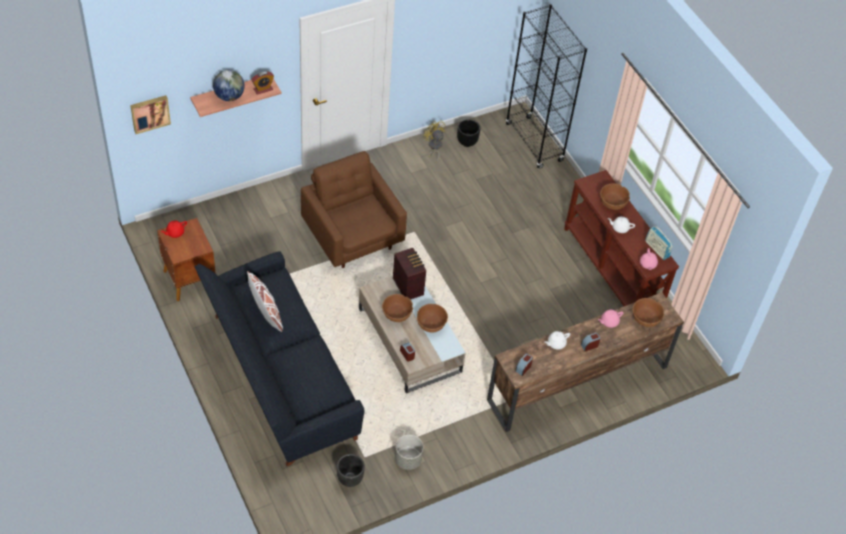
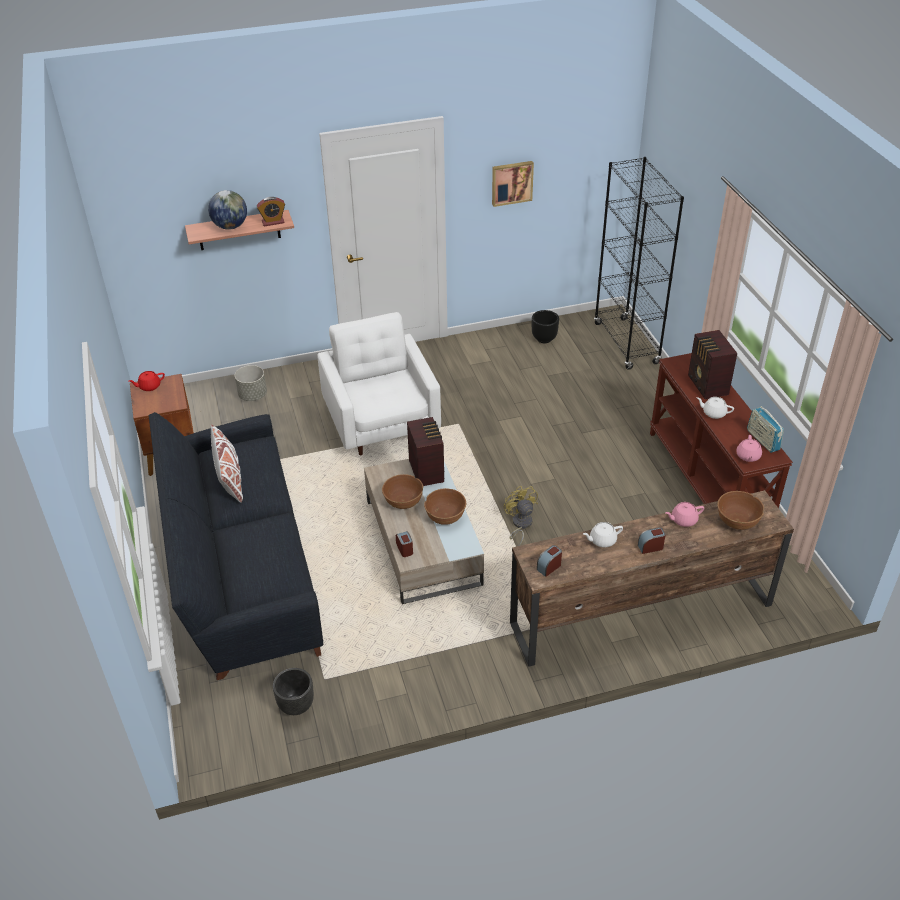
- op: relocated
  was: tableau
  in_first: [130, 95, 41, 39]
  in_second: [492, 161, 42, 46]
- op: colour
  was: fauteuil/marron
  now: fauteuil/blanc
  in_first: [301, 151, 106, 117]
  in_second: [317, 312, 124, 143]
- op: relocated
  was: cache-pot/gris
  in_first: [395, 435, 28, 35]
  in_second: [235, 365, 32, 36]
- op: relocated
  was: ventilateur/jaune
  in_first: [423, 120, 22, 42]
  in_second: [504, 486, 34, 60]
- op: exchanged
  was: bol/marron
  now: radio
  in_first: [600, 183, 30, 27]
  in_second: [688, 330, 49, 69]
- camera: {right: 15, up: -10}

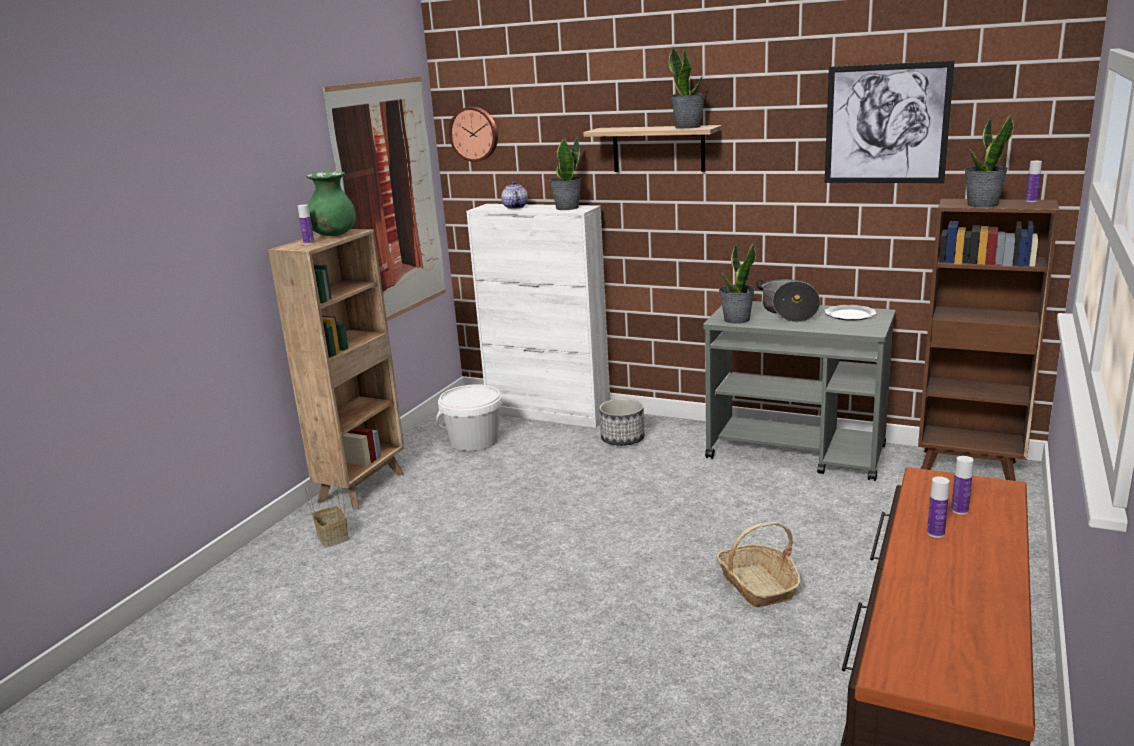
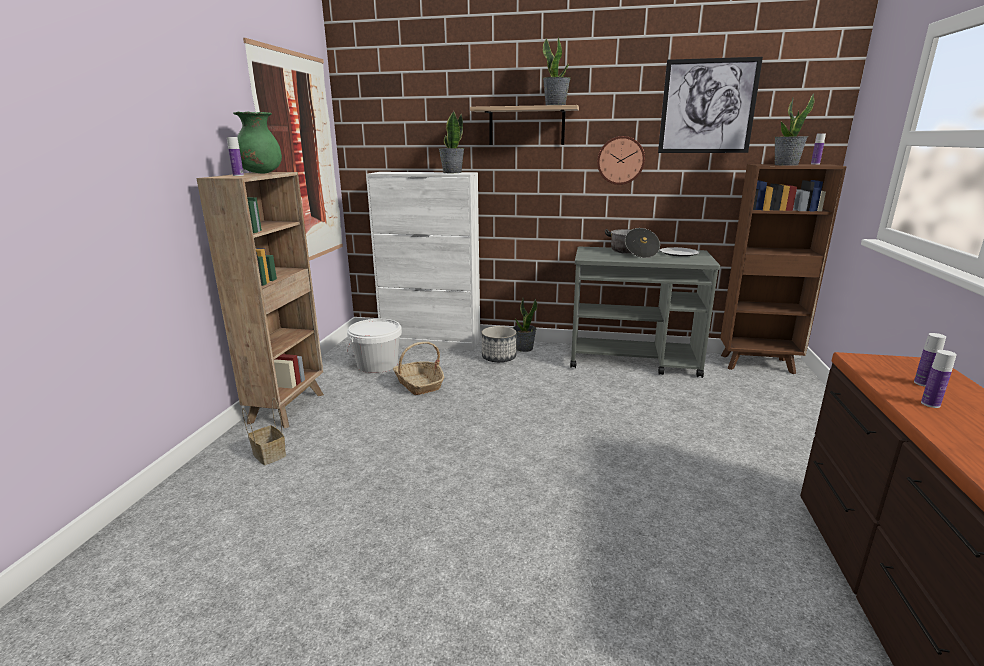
- op: relocated
  was: horloge murale
  in_first: [449, 107, 49, 55]
  in_second: [597, 136, 48, 49]
- op: missing
  was: théière
  in_first: [501, 181, 27, 28]
- op: relocated
  was: panier
  in_first: [716, 522, 85, 85]
  in_second: [393, 342, 51, 53]
- op: relocated
  was: plante en pot
  in_first: [719, 243, 37, 81]
  in_second: [513, 298, 24, 54]
- camera: {right: -15, up: 0}

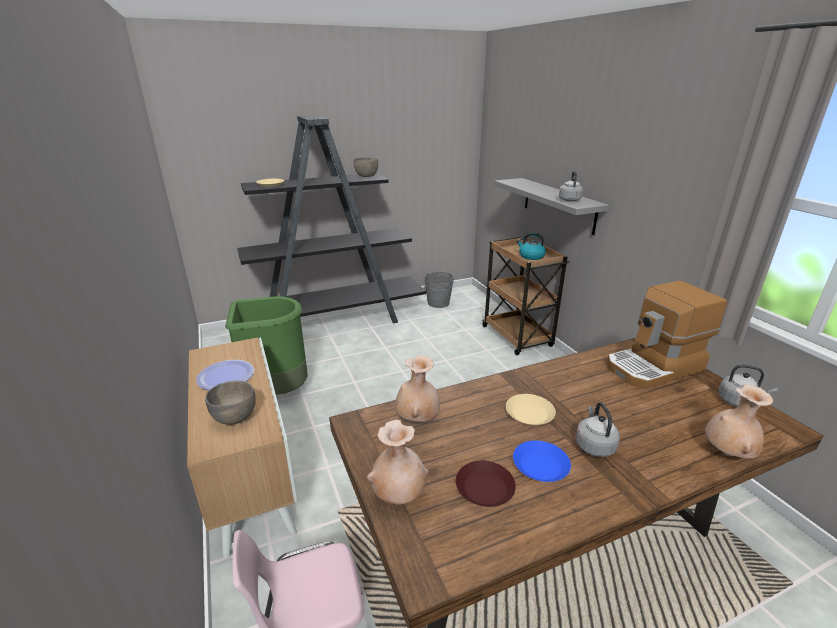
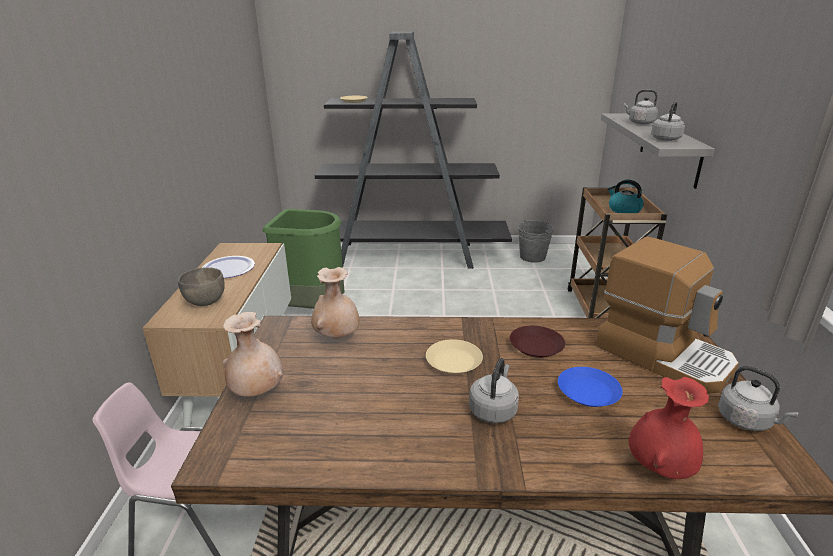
- op: missing
  was: bol/gris
  in_first: [354, 157, 24, 20]
- op: relocated
  was: assiette/marron
  in_first: [456, 461, 60, 46]
  in_second: [510, 326, 55, 32]
- op: relocated
  was: assiette/bleu
  in_first: [513, 440, 58, 42]
  in_second: [558, 367, 65, 40]
- op: spun
  was: machine à café
  in_first: [607, 281, 120, 108]
  in_second: [596, 237, 143, 157]
  clockwise: -135
- op: colour
  was: vase/beige
  now: vase/rouge
  in_first: [705, 384, 68, 75]
  in_second: [628, 377, 81, 102]
- op: appeared
  now: bouilloire/gris
  in_second: [624, 90, 34, 34]
- camera: {right: 25, up: 0}

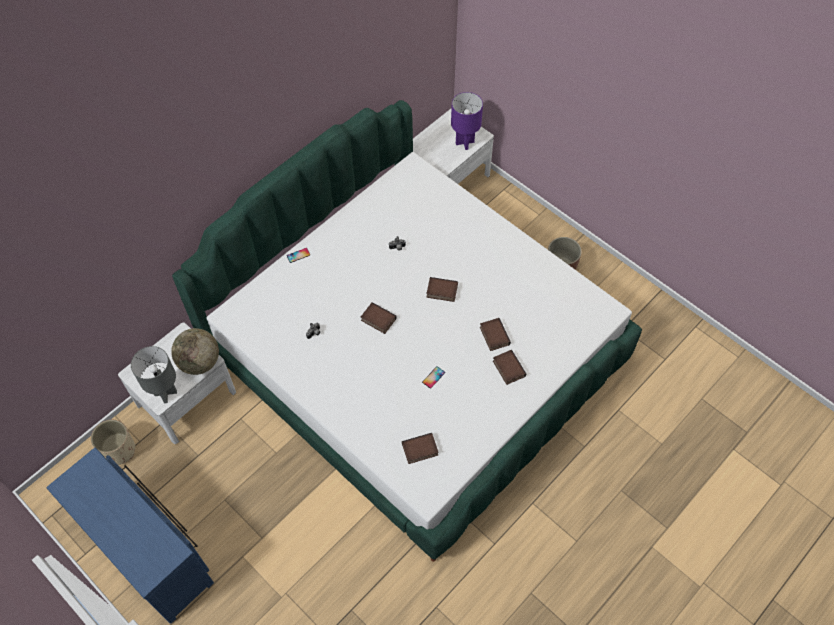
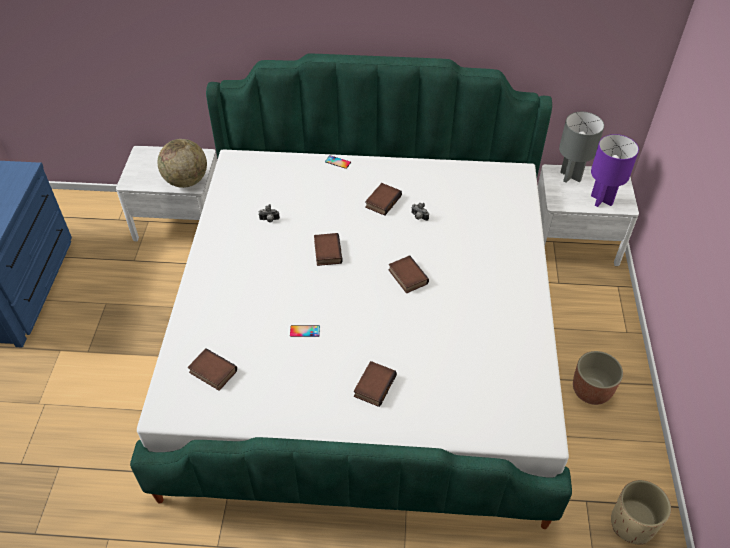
- op: relocated
  was: cache-pot/beige
  in_first: [91, 420, 44, 45]
  in_second: [611, 480, 60, 65]
- op: relocated
  was: lampe de table/gris
  in_first: [131, 346, 46, 57]
  in_second: [559, 112, 45, 71]
- op: relocated
  was: livre
  in_first: [480, 318, 31, 33]
  in_second: [365, 183, 37, 33]
- camera: {right: 50, up: -10}

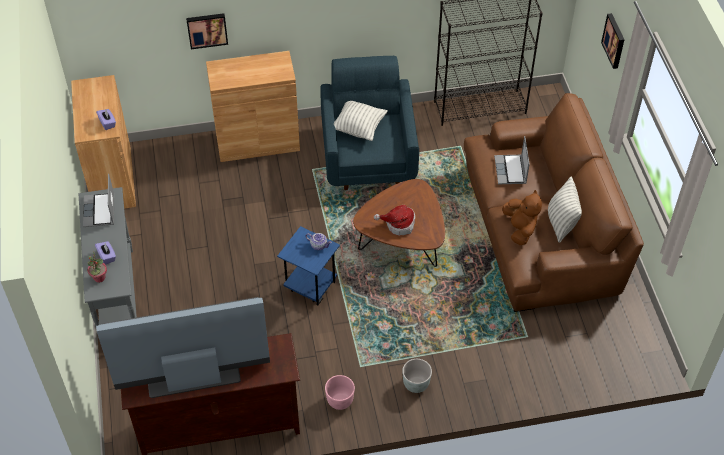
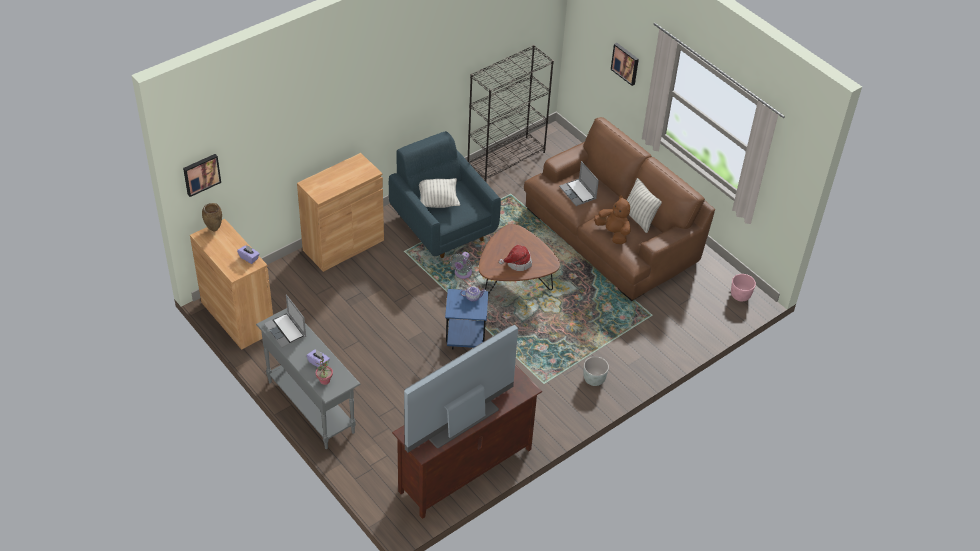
- op: relocated
  was: tableau
  in_first: [186, 13, 42, 36]
  in_second: [183, 154, 38, 43]
- op: relocated
  was: cache-pot/rose
  in_first: [325, 375, 30, 35]
  in_second: [731, 274, 25, 27]
- op: appeared
  now: vase/marron
  in_second: [202, 203, 20, 29]
- op: appeared
  now: ventilateur/gris
  in_second: [449, 252, 23, 27]
- camera: {right: -30, up: -5}

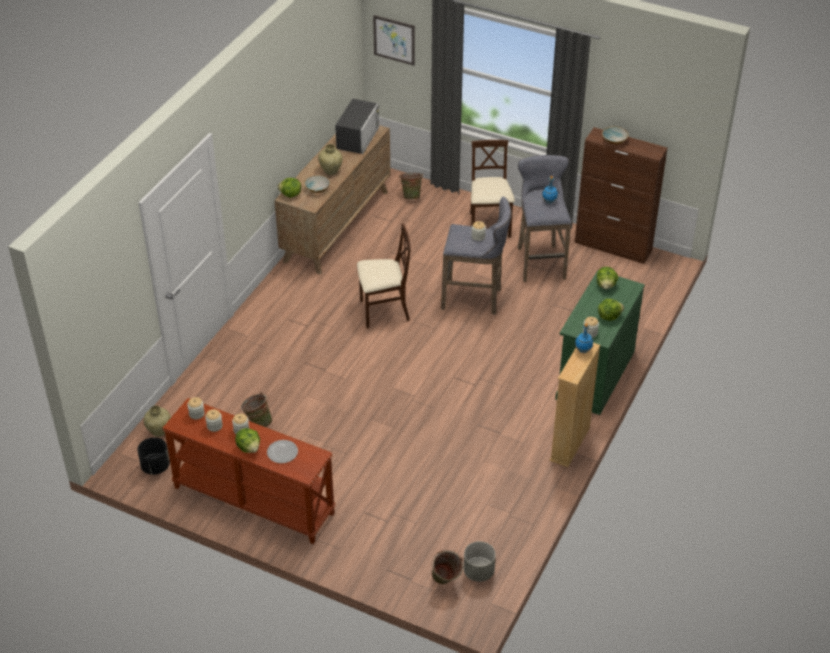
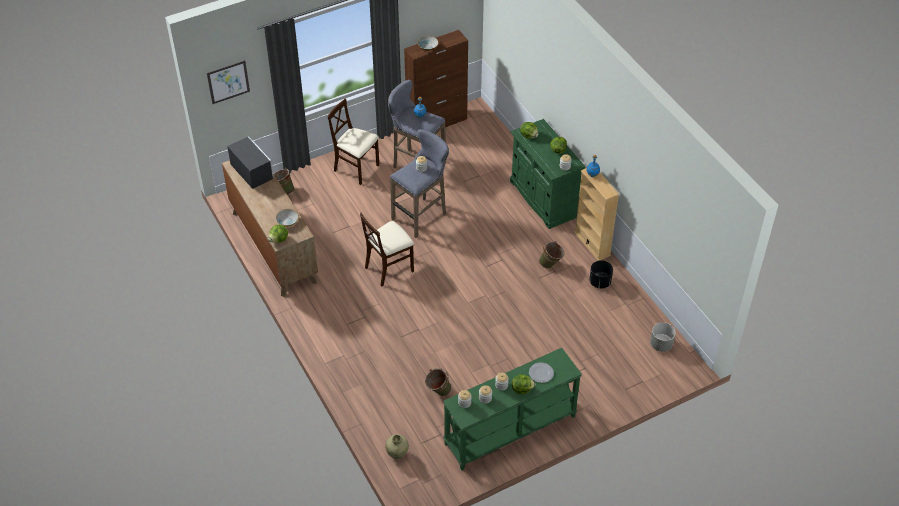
- op: relocated
  was: cache-pot/noir
  in_first: [137, 437, 33, 38]
  in_second: [589, 260, 24, 29]
- op: colour
  was: table console/marron
  now: table console/vert
  in_first: [163, 398, 173, 146]
  in_second: [443, 348, 139, 122]
- op: missing
  was: vase/beige
  in_first: [318, 144, 25, 31]
- op: spun
  was: chaise/beige
  in_first: [357, 223, 54, 105]
  in_second: [360, 213, 54, 73]
  clockwise: -150
- op: relocated
  was: seau/vert
  in_first: [431, 550, 32, 35]
  in_second: [539, 241, 25, 28]
- camera: {right: -55, up: 5}

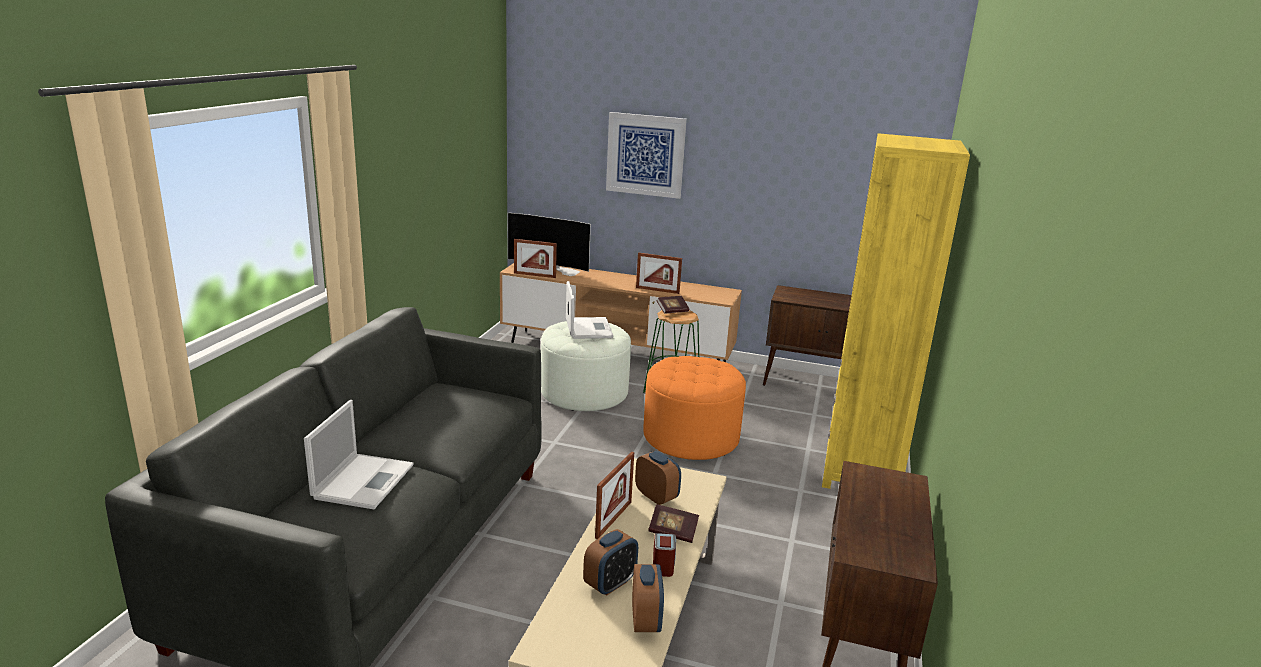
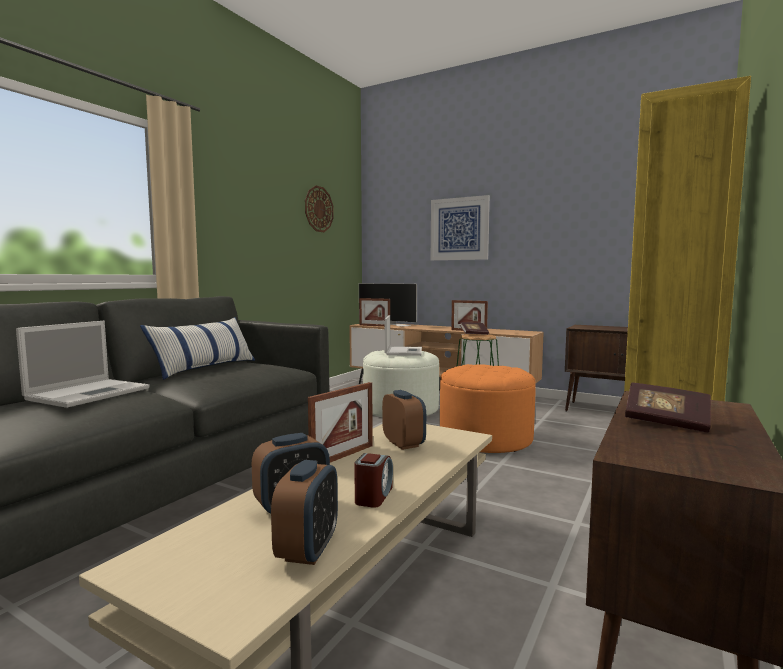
- op: relocated
  was: livre
  in_first: [648, 504, 51, 39]
  in_second: [625, 382, 86, 51]
- op: appeared
  now: coussin
  in_second: [140, 317, 115, 63]
- op: appeared
  now: horloge murale
  in_second: [305, 185, 29, 47]
- camera: {right: 15, up: -15}

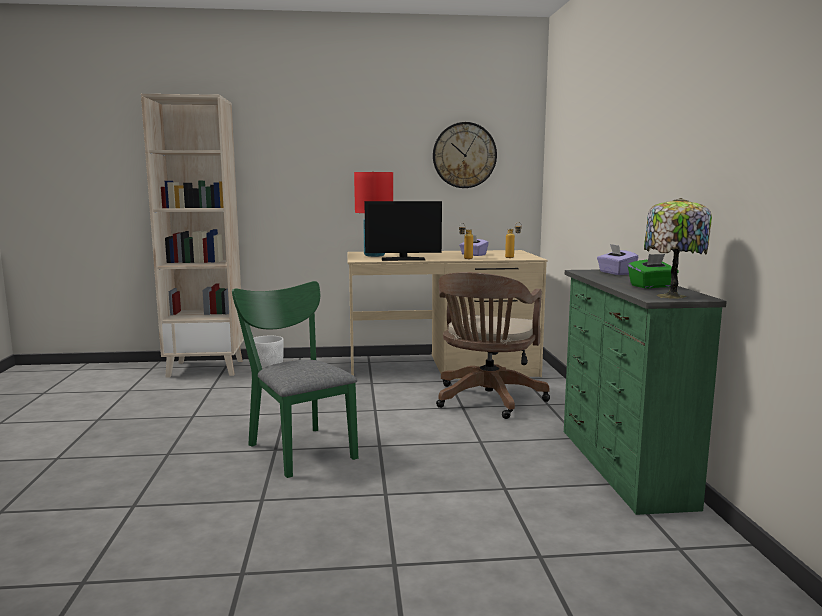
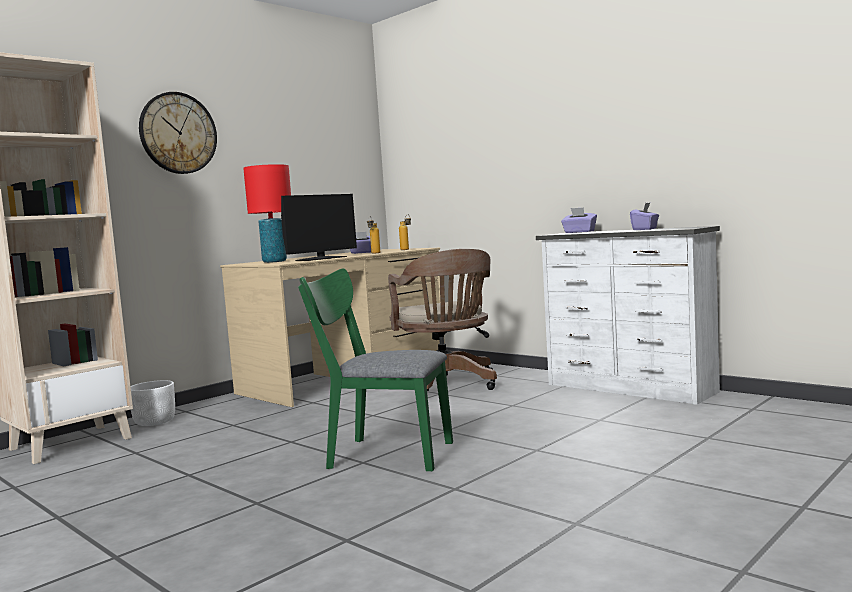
- op: relocated
  was: horloge murale
  in_first: [433, 122, 64, 66]
  in_second: [139, 92, 78, 82]
- op: colour
  was: commode/vert
  now: commode/blanc
  in_first: [564, 270, 163, 245]
  in_second: [536, 226, 184, 179]
- op: colour
  was: boîte à mouchoirs/vert
  now: boîte à mouchoirs/violet
  in_first: [628, 254, 51, 34]
  in_second: [630, 203, 29, 27]
- op: missing
  was: lampe de table
  in_first: [644, 198, 68, 101]
- camera: {right: -40, up: -5}

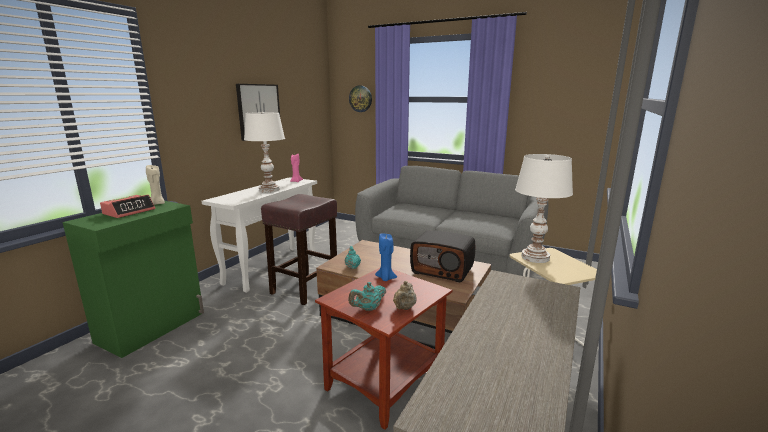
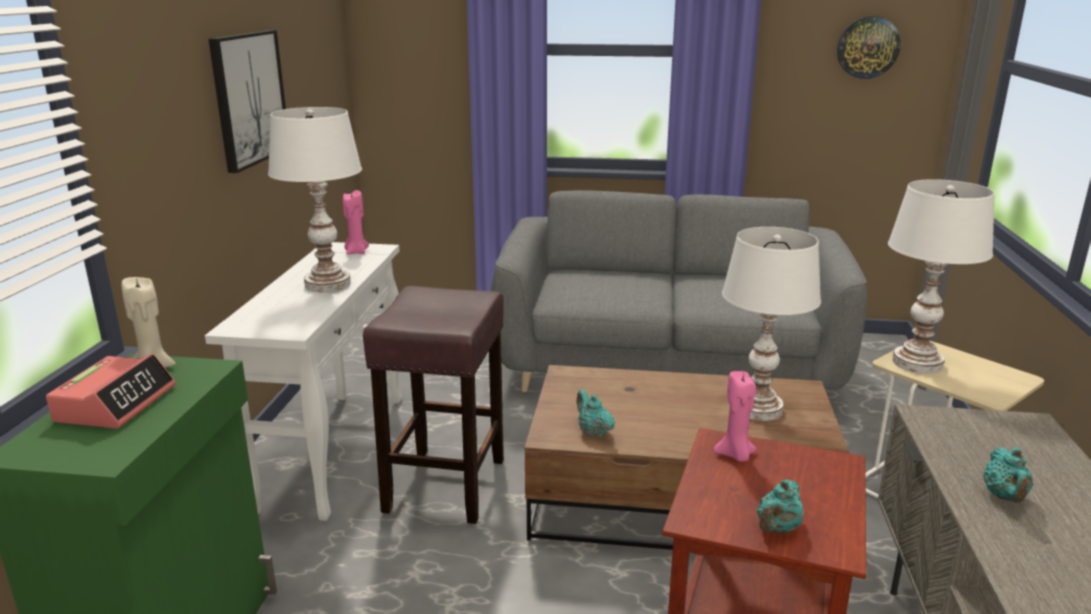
- op: relocated
  was: horloge murale
  in_first: [349, 86, 23, 26]
  in_second: [837, 16, 64, 63]
- op: colour
  was: bougie/bleu
  now: bougie/rose
  in_first: [375, 233, 22, 48]
  in_second: [713, 371, 44, 91]
- op: missing
  was: théière/beige
  in_first: [393, 281, 23, 29]
- op: exchanged
  was: radio
  now: lampe de table/blanc
  in_first: [410, 230, 65, 53]
  in_second: [722, 227, 99, 194]
- op: appeared
  now: théière/turquoise
  in_second: [984, 447, 49, 56]
- camera: {right: -20, up: 5}

